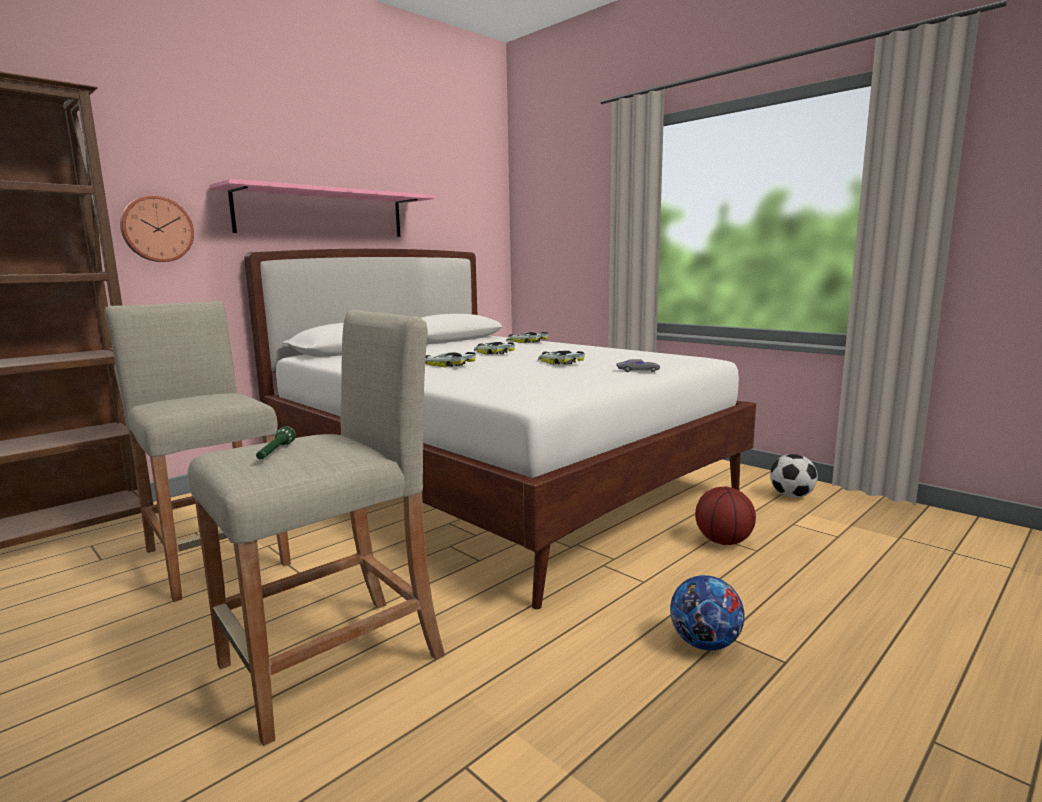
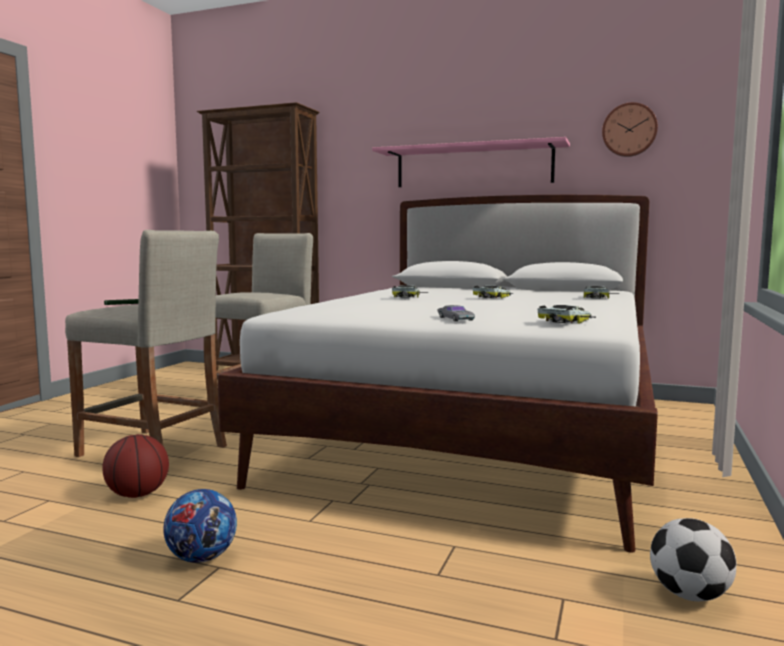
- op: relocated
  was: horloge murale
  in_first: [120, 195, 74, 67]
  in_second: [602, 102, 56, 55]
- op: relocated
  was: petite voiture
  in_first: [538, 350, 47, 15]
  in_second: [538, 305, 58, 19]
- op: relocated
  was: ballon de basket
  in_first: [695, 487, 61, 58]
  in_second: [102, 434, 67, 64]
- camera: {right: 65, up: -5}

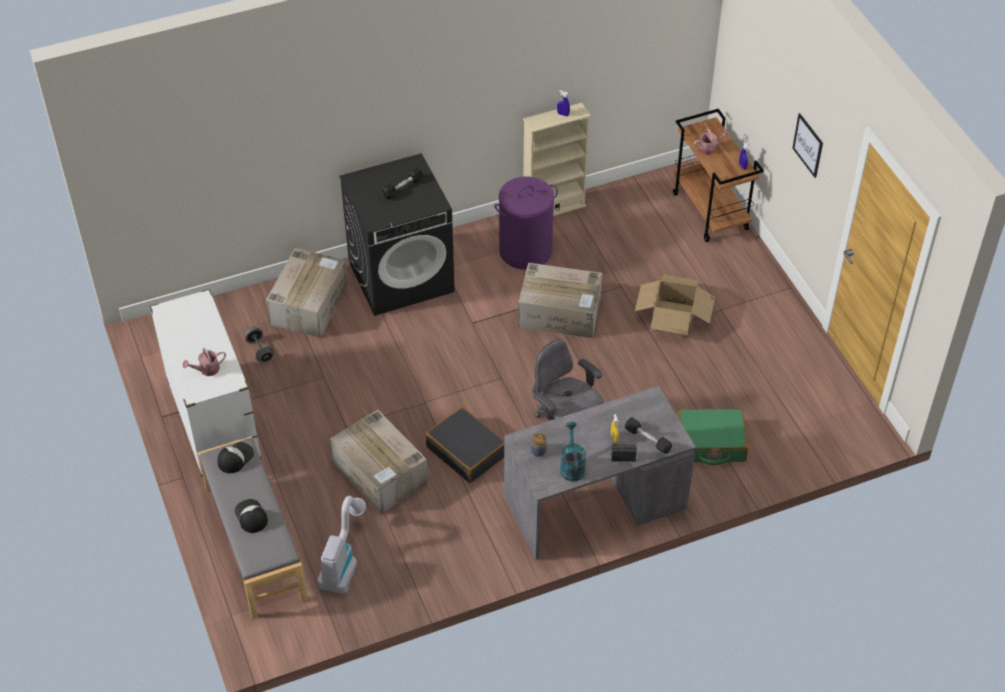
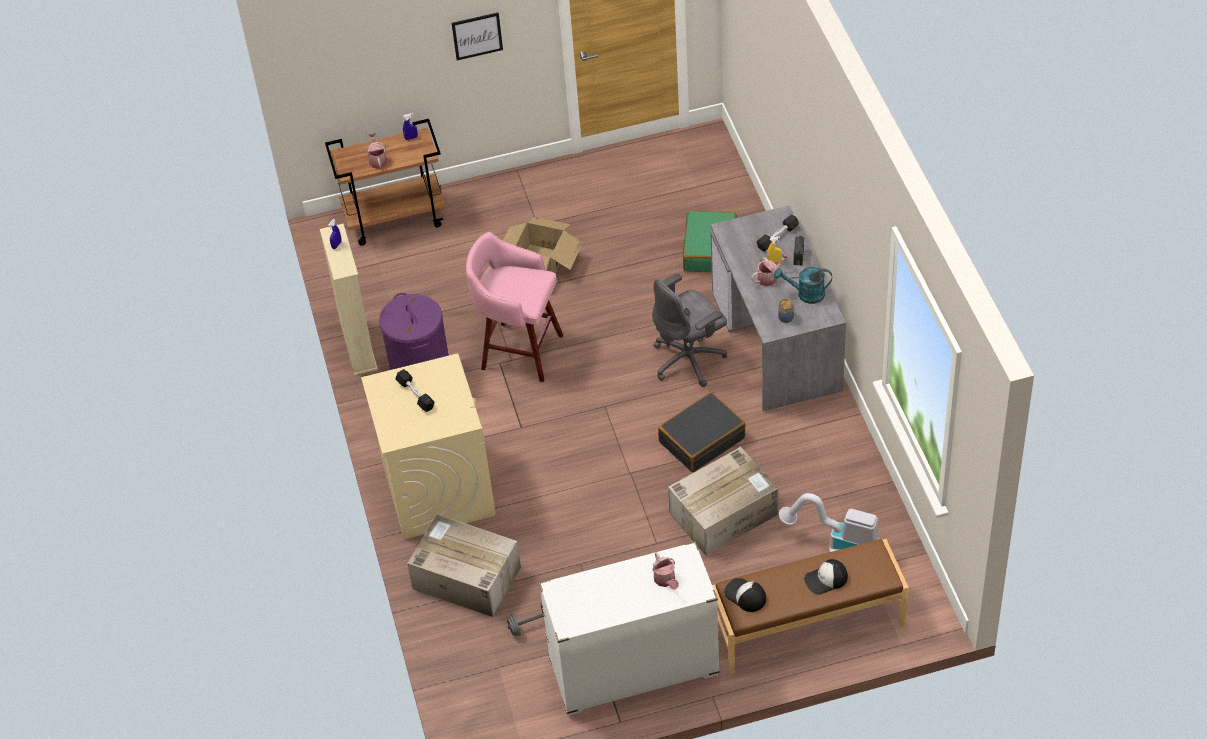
- op: colour
  was: banc/gris
  now: banc/marron
  in_first: [198, 436, 110, 183]
  in_second: [712, 539, 197, 135]
- op: colour
  was: lave-linge/noir
  now: lave-linge/beige
  in_first: [339, 153, 116, 163]
  in_second: [361, 354, 135, 185]
- op: exchanged
  was: carton
  now: tabouret/rose
  in_first: [518, 263, 84, 75]
  in_second: [466, 232, 97, 150]
- op: appeared
  now: arrosoir
  in_second: [751, 252, 38, 34]
- camera: {right: -80, up: 0}

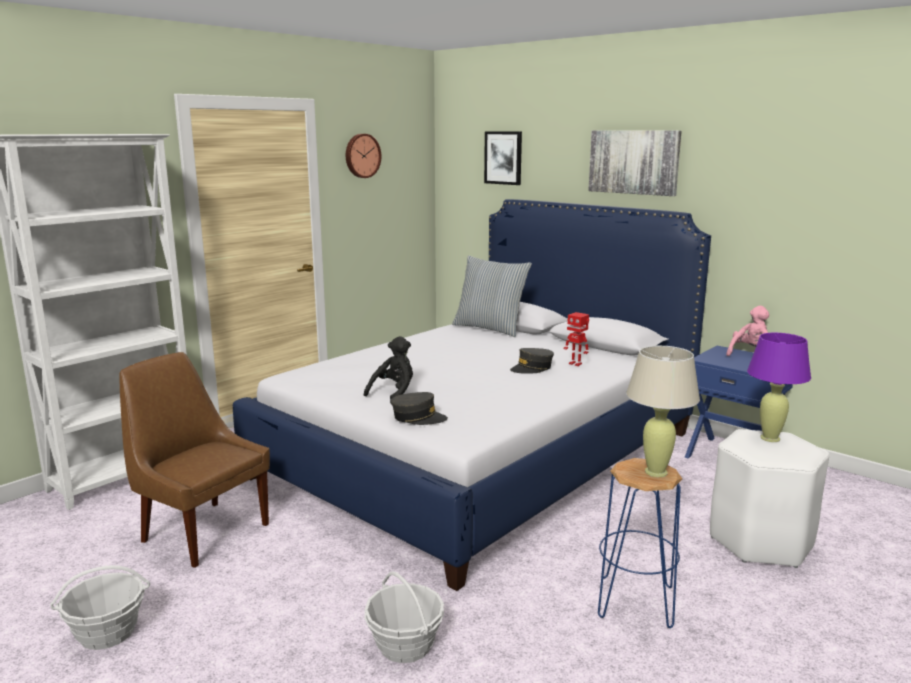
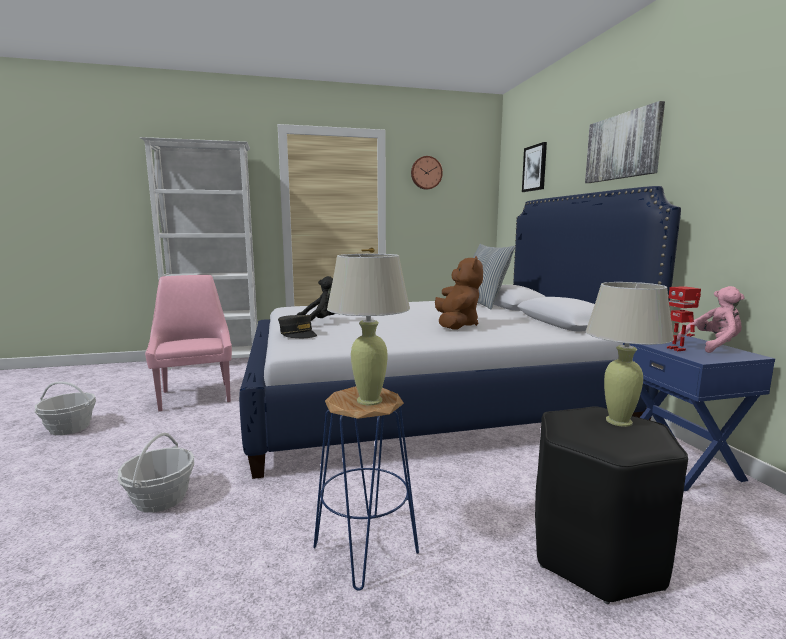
- op: colour
  was: chaise/marron
  now: chaise/rose
  in_first: [119, 352, 151, 216]
  in_second: [145, 275, 87, 137]
- op: exchanged
  was: casquette/gris
  now: peluche/marron
  in_first: [510, 348, 44, 26]
  in_second: [435, 256, 48, 74]
- op: relocated
  was: robot jouet
  in_first: [563, 312, 26, 54]
  in_second: [667, 286, 34, 65]
- op: colour
  was: tabouret/blanc
  now: tabouret/noir
  in_first: [710, 429, 119, 139]
  in_second: [535, 406, 153, 198]
- op: colour
  was: lampe de table/violet
  now: lampe de table/beige
  in_first: [747, 333, 64, 109]
  in_second: [586, 282, 88, 145]
- camera: {right: 35, up: -5}

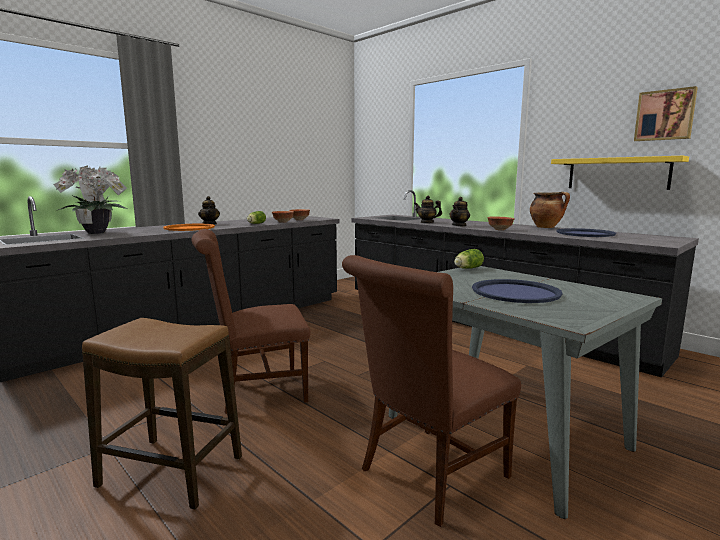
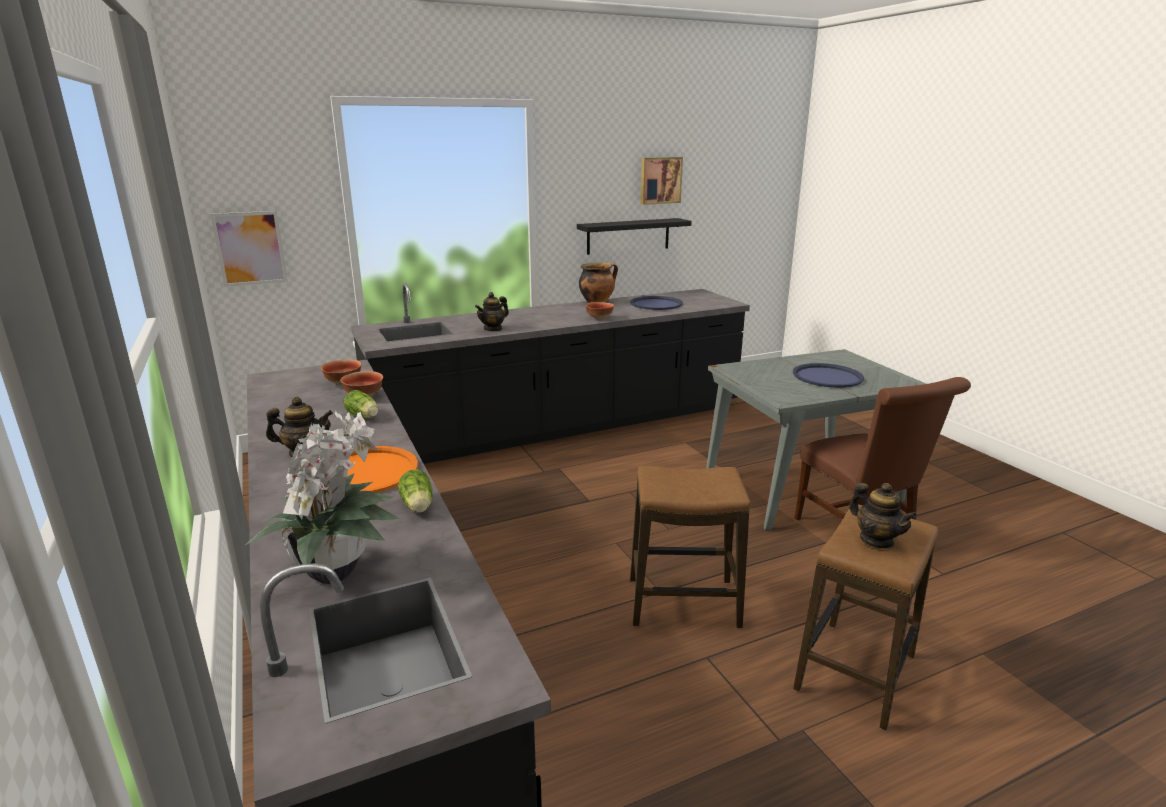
- op: exchanged
  was: chaise/marron
  now: tabouret
  in_first: [192, 229, 119, 185]
  in_second: [630, 466, 120, 162]
- op: relocated
  was: théière
  in_first: [449, 197, 21, 29]
  in_second: [849, 483, 68, 65]
- op: relocated
  was: laitue
  in_first: [454, 249, 30, 20]
  in_second: [398, 469, 34, 44]
- op: colour
  was: étagère/jaune
  now: étagère/noir
  in_first: [551, 156, 138, 34]
  in_second: [577, 218, 115, 37]
- op: appeared
  now: tableau
  in_second: [210, 211, 78, 76]
- camera: {right: -70, up: 10}

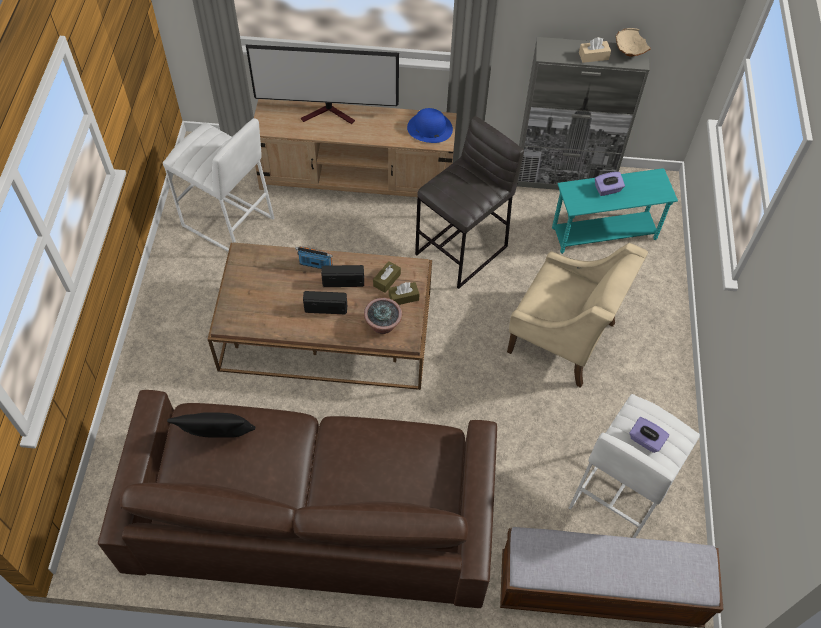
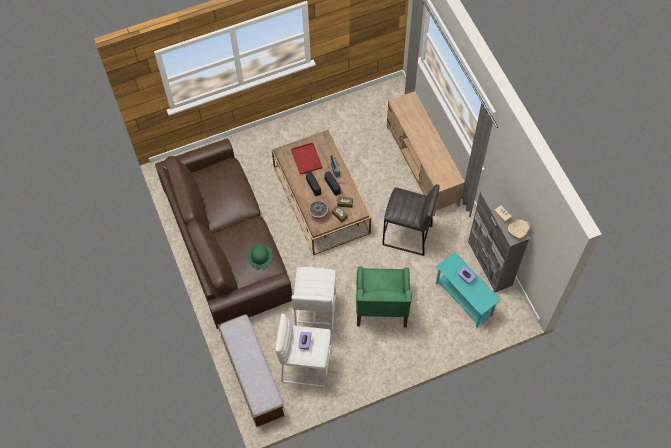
- op: relocated
  was: tabouret/blanc
  in_first: [163, 118, 112, 134]
  in_second: [291, 267, 45, 68]
- op: missing
  was: coussin/noir
  in_first: [167, 412, 88, 26]
- op: missing
  was: téléviseur
  in_first: [246, 45, 153, 79]
- op: missing
  was: chapeau/bleu
  in_first: [407, 108, 46, 35]
- op: colour
  was: fauteuil/beige
  now: fauteuil/vert
  in_first: [507, 243, 141, 145]
  in_second: [356, 267, 56, 61]
- op: appeared
  now: chapeau/vert
  in_second: [247, 244, 26, 25]
- op: appeared
  now: plateau/rouge
  in_second: [291, 142, 31, 33]
- camera: {right: 65, up: 5}

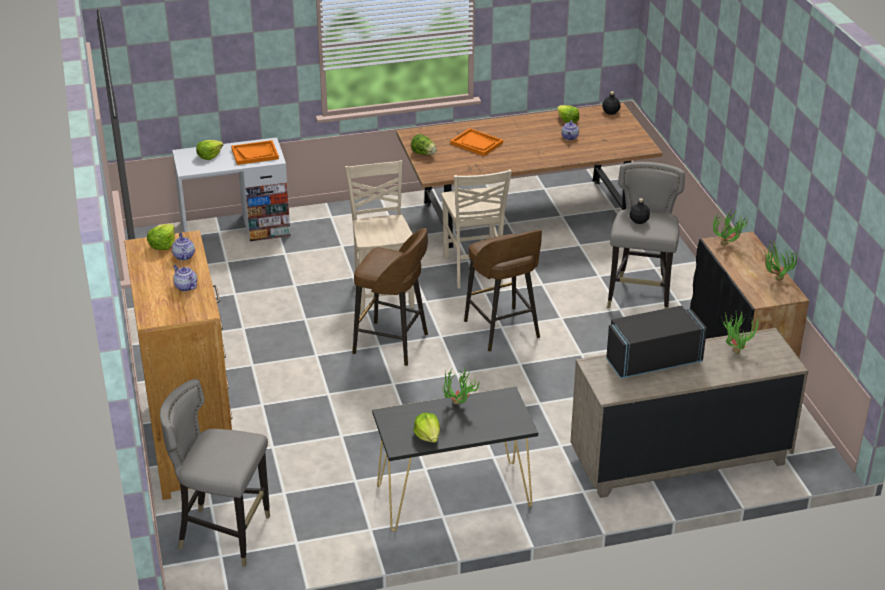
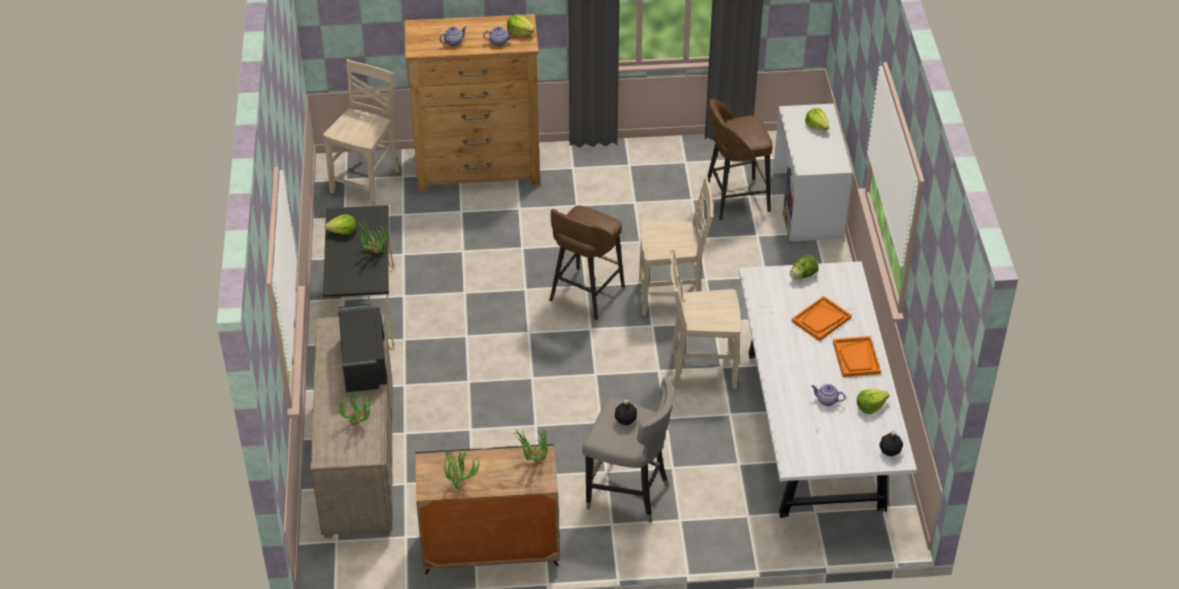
- op: exchanged
  was: tabouret/gris
  now: chaise/beige
  in_first: [160, 379, 110, 188]
  in_second: [323, 59, 76, 147]
- op: relocated
  was: plateau/orange
  in_first: [231, 140, 48, 25]
  in_second: [833, 336, 48, 41]
- op: colour
  was: table à manger/marron
  now: table à manger/blanc
  in_first: [396, 103, 266, 145]
  in_second: [739, 261, 178, 257]
- op: relocated
  was: tabouret/marron
  in_first: [464, 230, 78, 122]
  in_second: [707, 99, 66, 122]
- camera: {right: 100, up: 10}

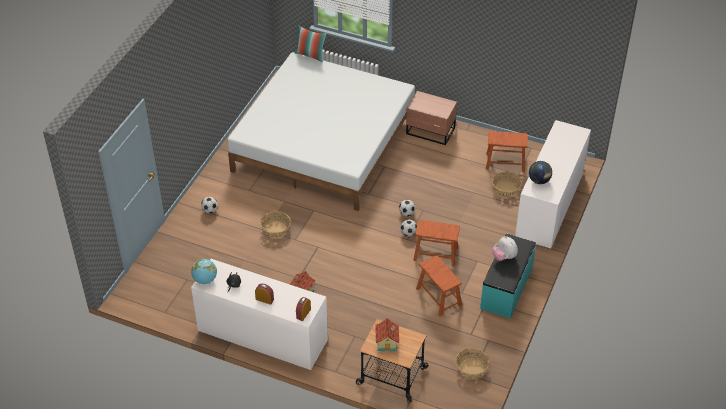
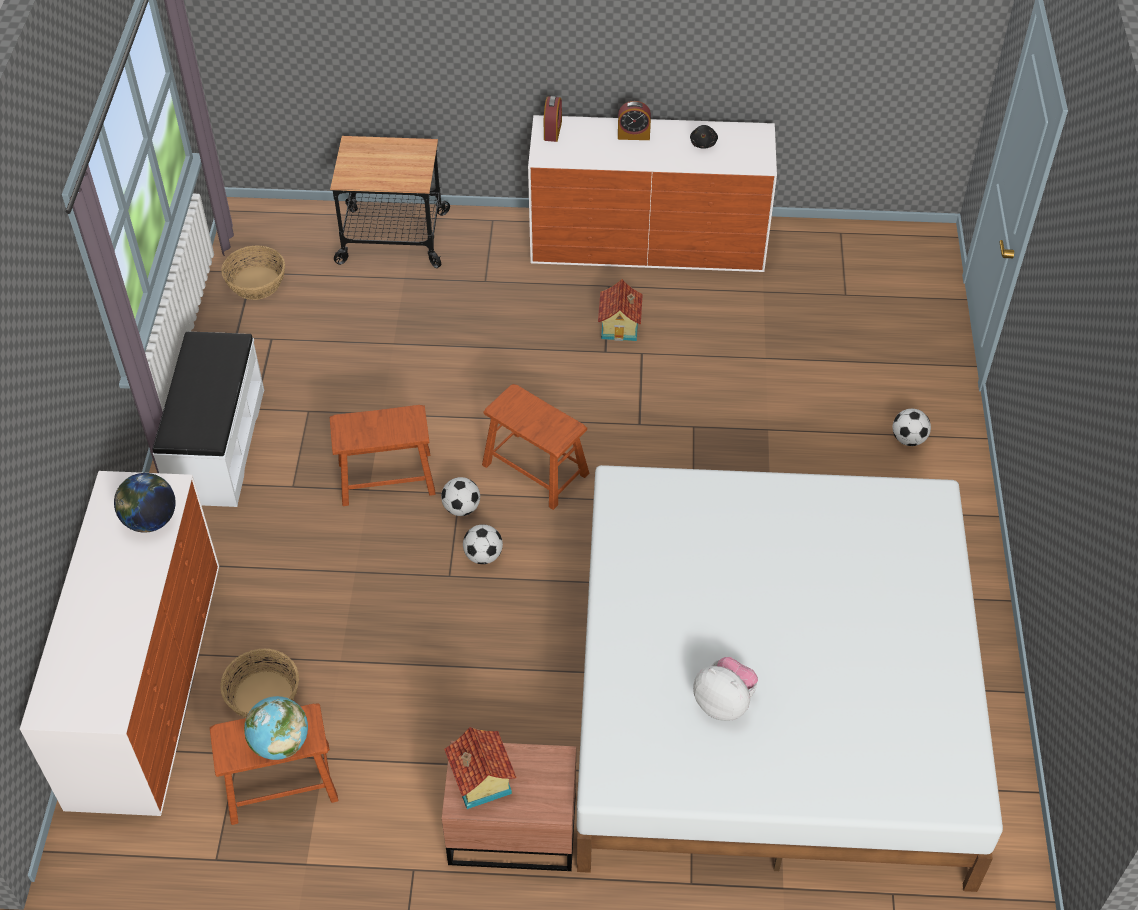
- op: relocated
  was: globe
  in_first: [191, 259, 26, 25]
  in_second: [244, 696, 64, 64]
- op: missing
  was: panier
  in_first: [260, 211, 31, 27]
- op: missing
  was: coussin
  in_first: [295, 25, 32, 37]
- op: relocated
  was: maison miniature
  in_first: [375, 318, 24, 33]
  in_second: [444, 727, 72, 82]
- op: relocated
  was: tabouret/marron
  in_first: [416, 256, 46, 60]
  in_second: [482, 384, 107, 126]
- op: colour
  was: banc/turquoise
  now: banc/blanc
  in_first: [480, 233, 56, 86]
  in_second: [153, 331, 111, 176]
- op: relocated
  was: peluche
  in_first: [492, 236, 26, 25]
  in_second: [693, 657, 65, 64]
- camera: {right: 160, up: 5}

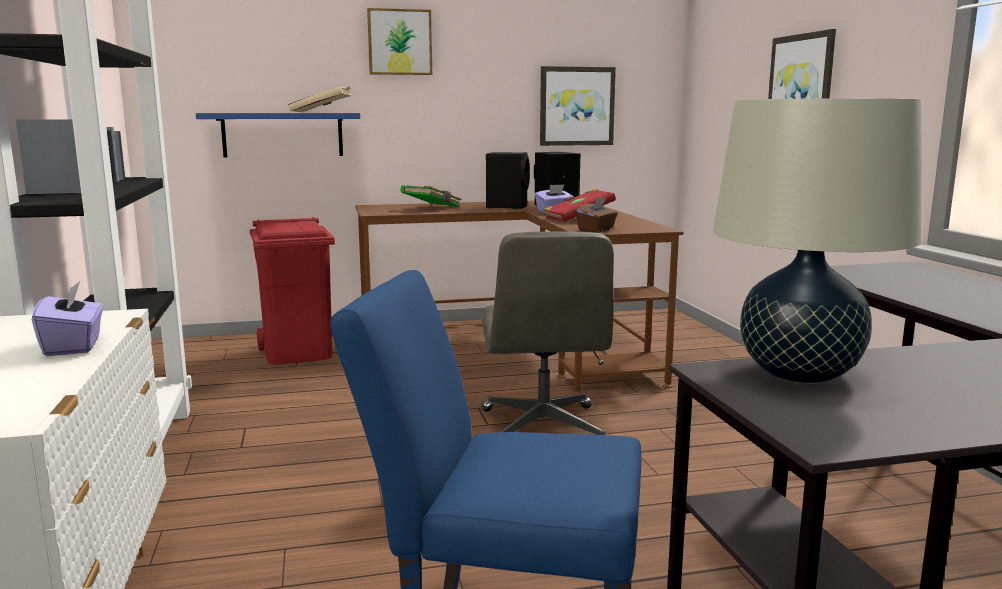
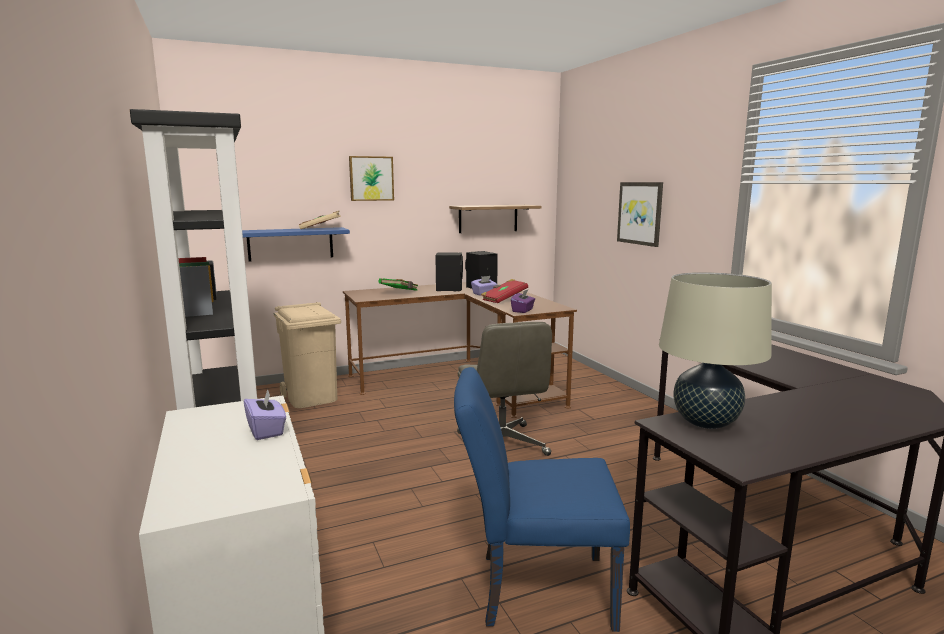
- op: colour
  was: poubelle/rouge
  now: poubelle/beige
  in_first: [250, 217, 85, 148]
  in_second: [274, 302, 67, 106]
- op: exchanged
  was: tableau
  now: étagère
  in_first: [540, 66, 76, 80]
  in_second: [449, 205, 93, 28]
- op: colour
  was: boîte à mouchoirs/marron
  now: boîte à mouchoirs/violet
  in_first: [576, 197, 42, 36]
  in_second: [511, 290, 24, 23]
- camera: {right: -10, up: 0}

